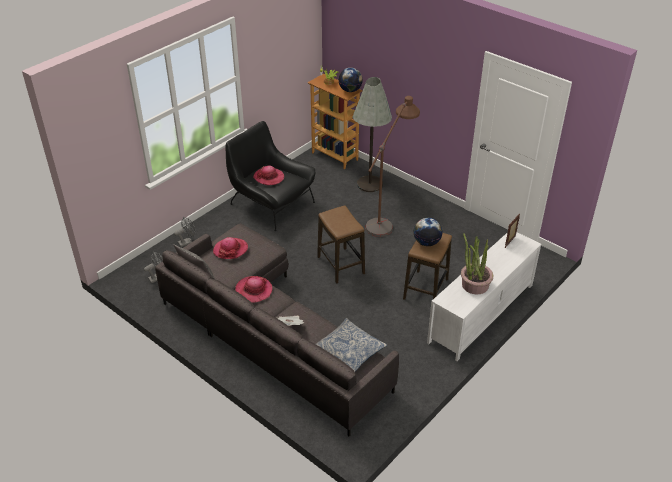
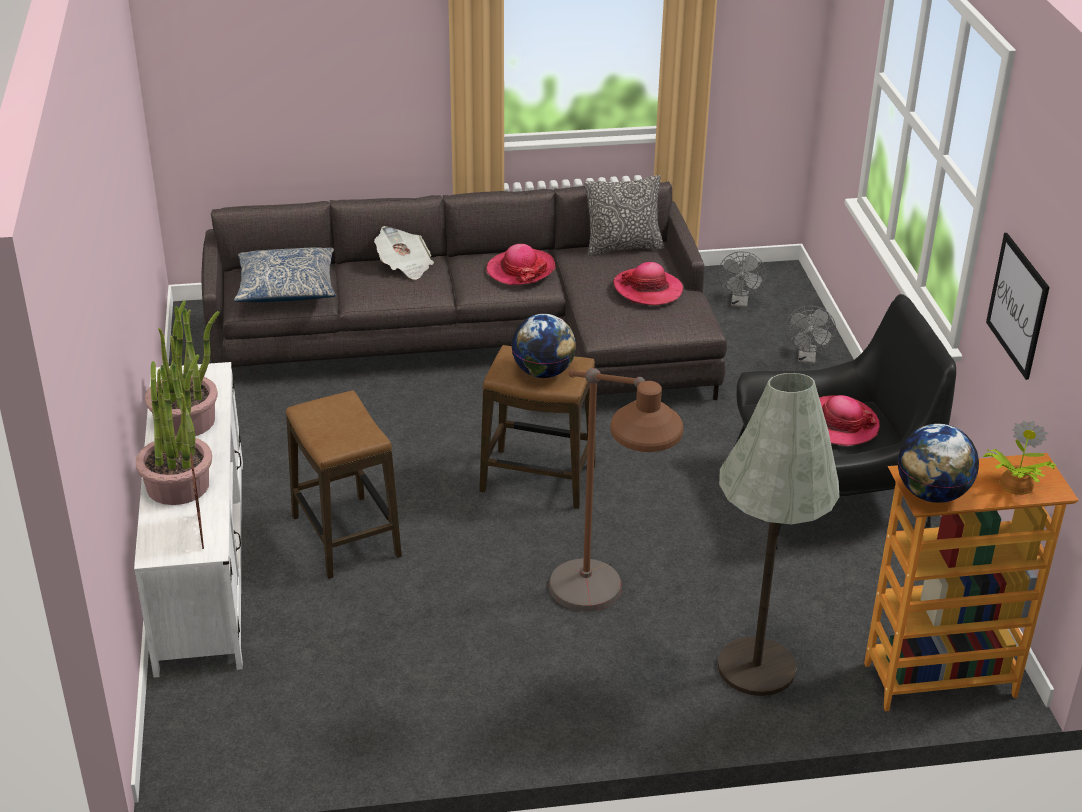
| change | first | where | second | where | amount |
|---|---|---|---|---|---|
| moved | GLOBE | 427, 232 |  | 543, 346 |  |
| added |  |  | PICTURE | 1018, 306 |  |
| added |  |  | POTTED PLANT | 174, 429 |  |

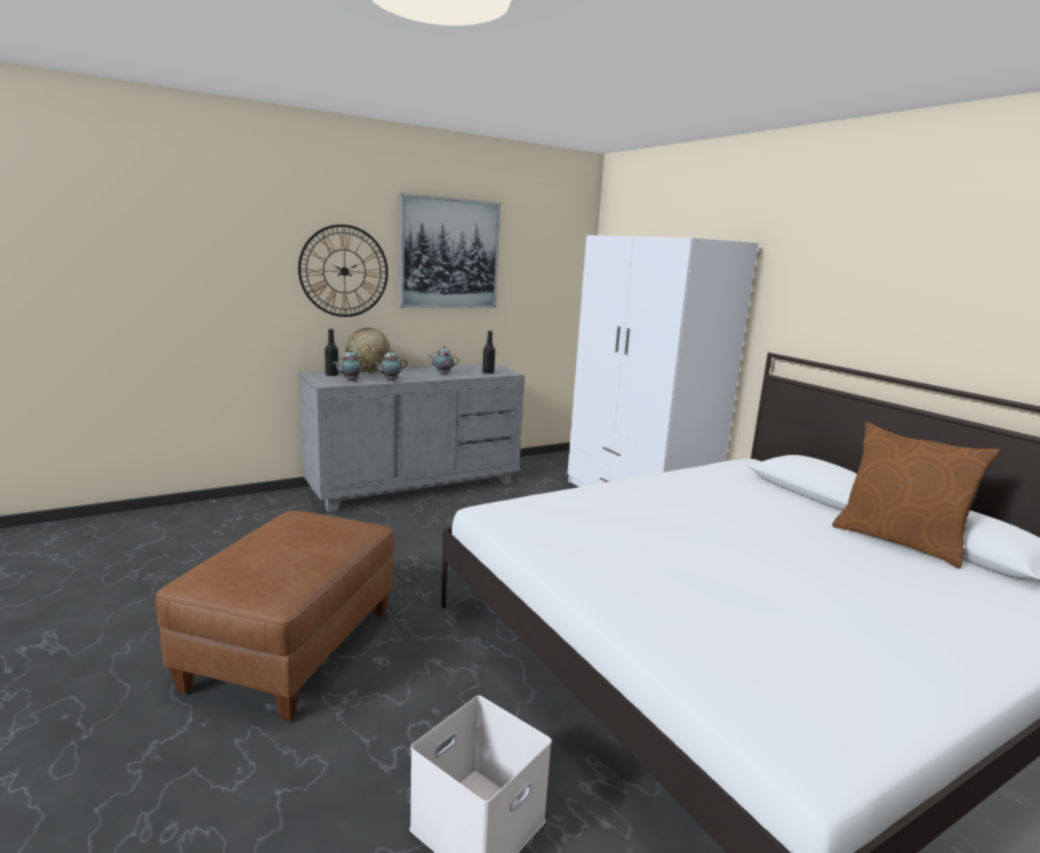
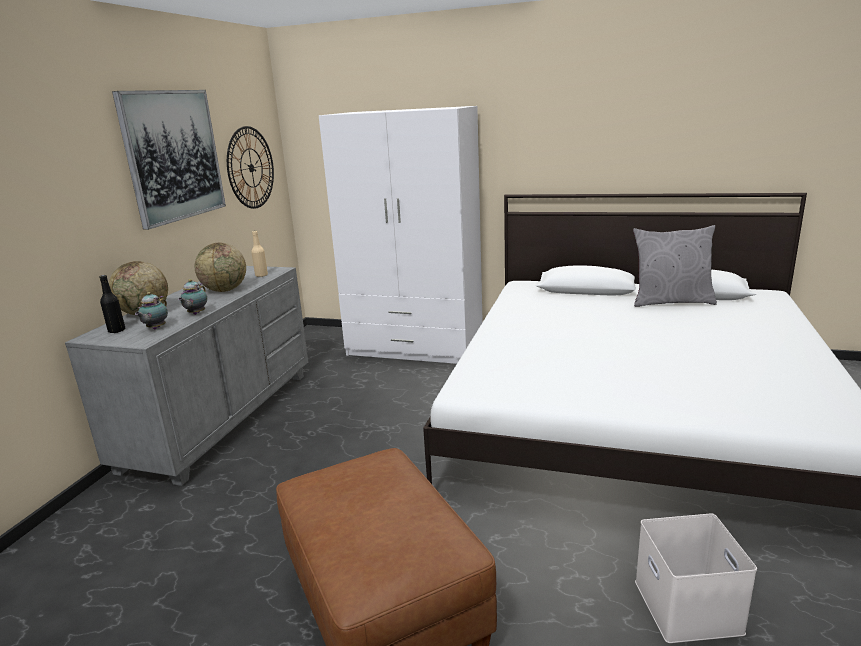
| change | first | where | second | where | amount |
|---|---|---|---|---|---|
| moved | HANGING CLOCK | 343, 270 |  | 250, 167 |  |
| recoloured | BLACK-COLOURED BOTTLE | 489, 352 | SAND-COLOURED BOTTLE | 259, 254 |  |
| replaced | POT FOR TEA | 443, 360 | GLOBE | 220, 267 |  |
| recoloured | BROWN-COLOURED THROW PILLOW | 916, 495 | GREYISH THROW PILLOW | 675, 266 |  |

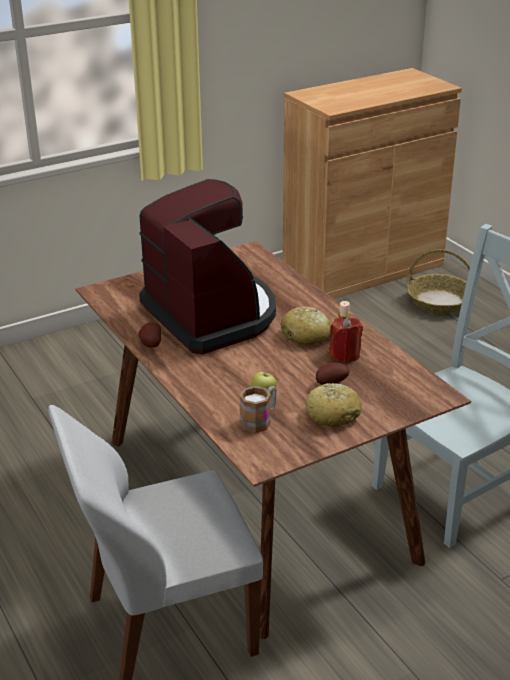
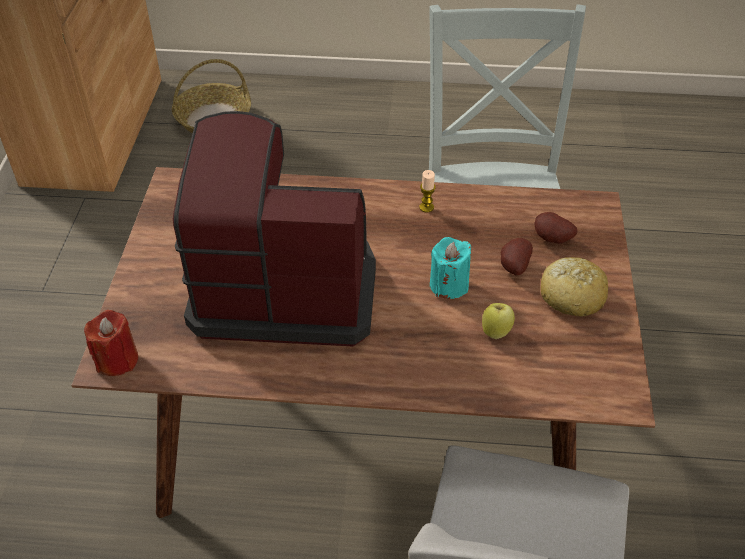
| change | first | where | second | where | amount |
|---|---|---|---|---|---|
| removed | BREAD | 305, 326 |  |  |  |
| moved | RED-COLOURED CANDLE | 346, 340 |  | 111, 343 |  |
| moved | SPUD | 149, 335 |  | 556, 228 |  |
| removed | MUG | 258, 409 |  |  |  |
| added |  |  | TURQUOISE-COLOURED CANDLE | 450, 268 |  |

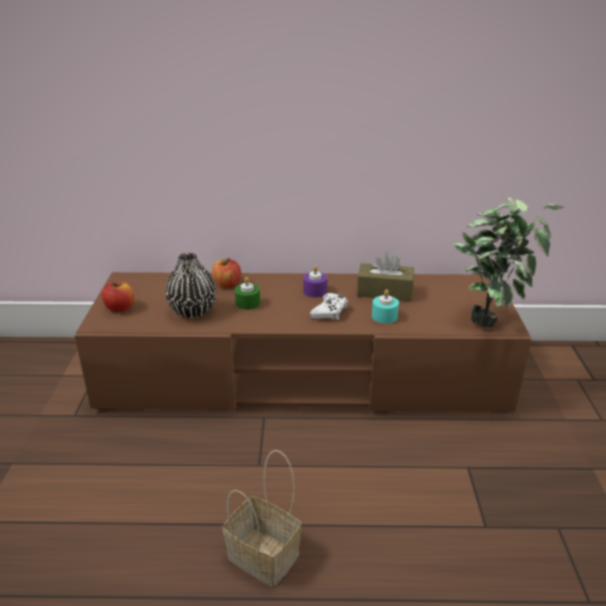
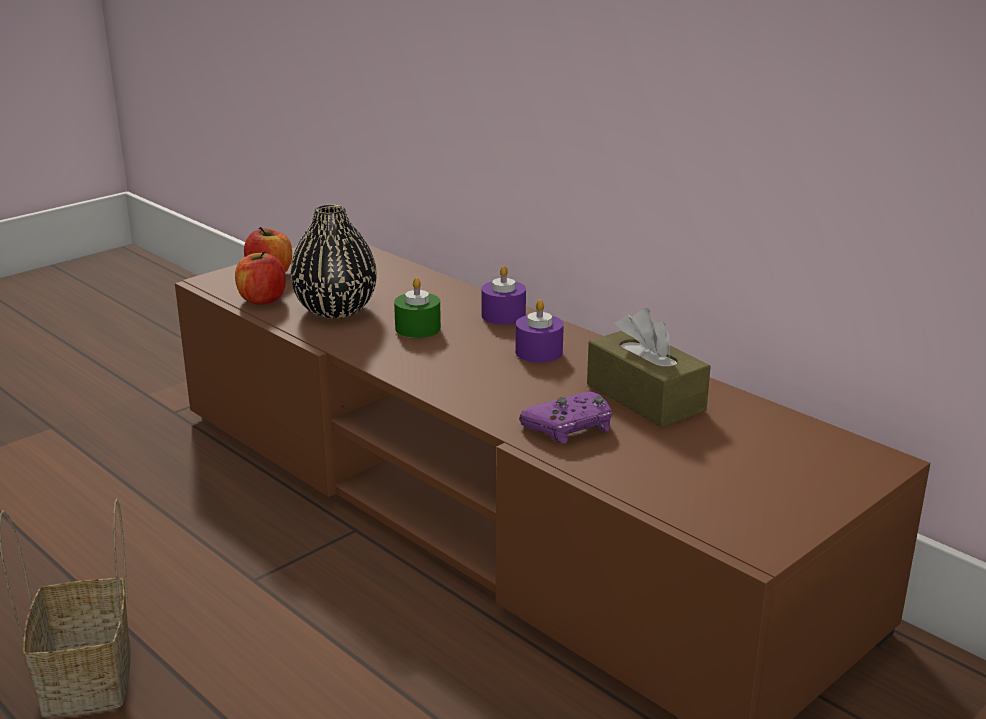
| change | first | where | second | where | amount |
|---|---|---|---|---|---|
| removed | POTTED PLANT | 509, 262 |  |  |  |
| moved | APPLE FRUIT | 226, 273 |  | 260, 278 |  |
| replaced | TURQUOISE-COLOURED CANDLE | 385, 306 | PURPLE GAME CONTROLLER | 565, 417 |  |
| removed | WHITE-COLOURED GAME CONTROLLER | 329, 306 |  |  |  |
| added |  |  | PURPLE CANDLE | 503, 295 |  |

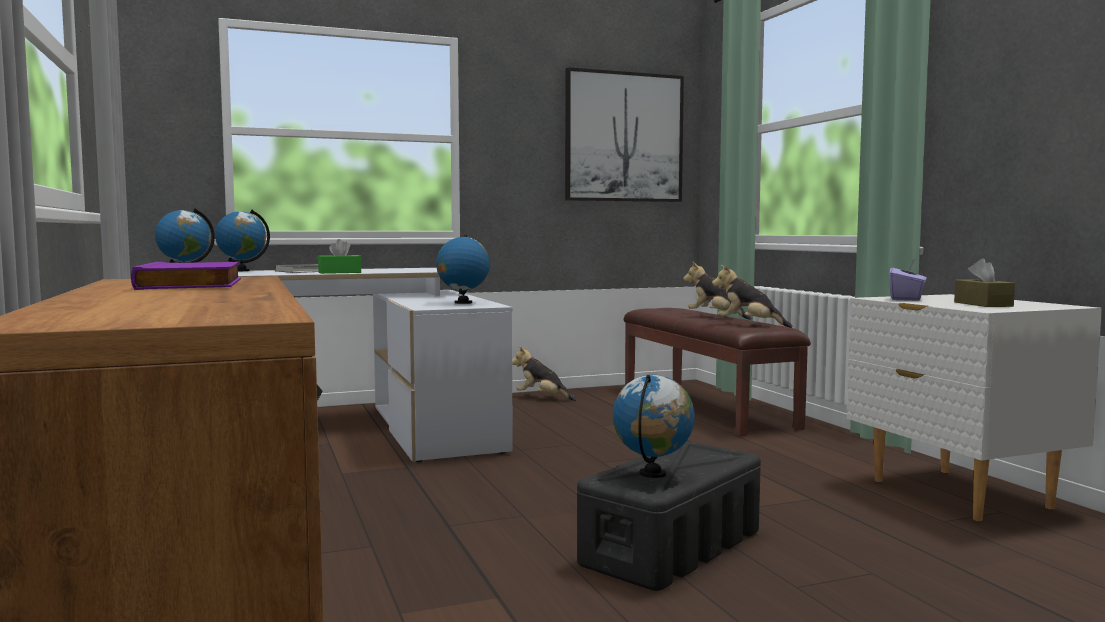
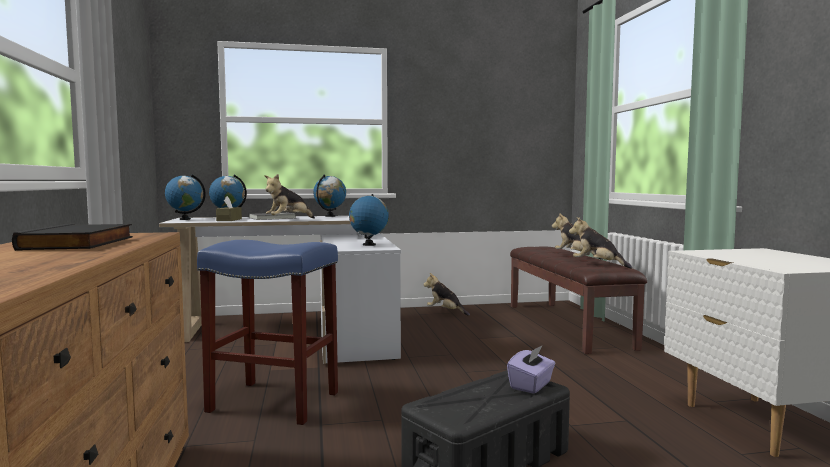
| change | first | where | second | where | amount |
|---|---|---|---|---|---|
| removed | PICTURE | 624, 134 |  |  |  |
| replaced | GREENISH TISSUE HOLDER | 339, 256 | PLUSH TOY | 289, 196 |  |
| moved | BROWN-COLOURED TISSUE HOLDER | 984, 282 |  | 229, 208 |  |
| moved | PURPLE TISSUE HOLDER | 908, 280 |  | 531, 370 |  |
| recoloured | PURPLE BOUND BOOK | 186, 276 | BLACK-COLOURED BOUND BOOK | 72, 237 |  |
| moved | GLOBE | 654, 426 |  | 329, 195 |  |
| added |  |  | BLUISH STOOL | 267, 332 |  |

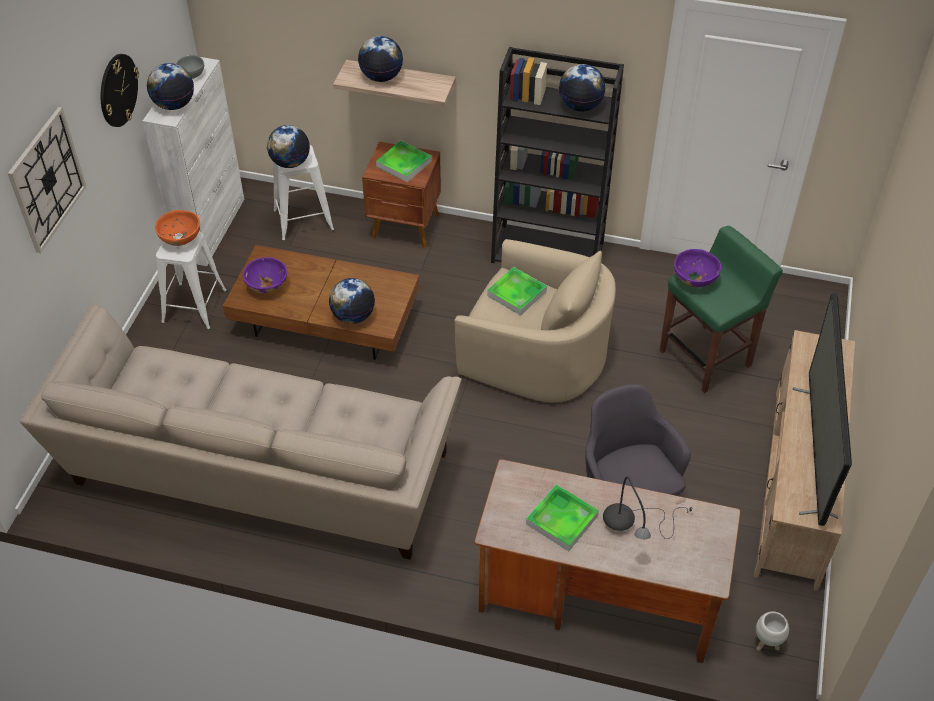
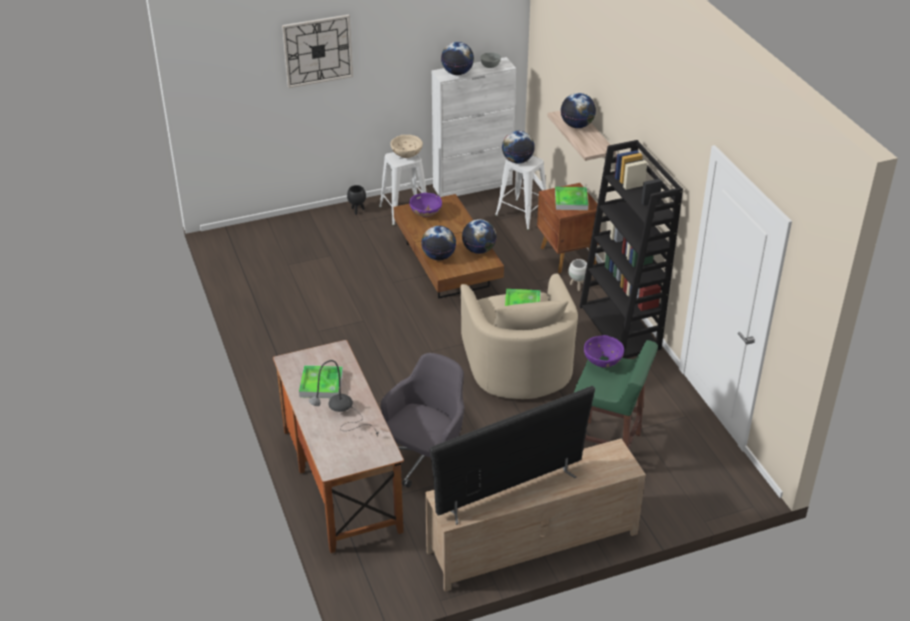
| change | first | where | second | where | amount |
|---|---|---|---|---|---|
| removed | HANGING CLOCK | 120, 90 |  |  |  |
| moved | GLOBE | 582, 88 |  | 479, 236 |  |
| recoloured | ORANGE-COLOURED BOWL | 177, 228 | SAND-COLOURED BOWL | 407, 146 |  |
| removed | SAND-COLOURED SETTEE | 241, 432 |  |  |  |
| moved | WHITE-COLOURED PLANT POT | 772, 631 |  | 577, 275 |  |
| added |  |  | BLACK-COLOURED PLANT POT | 356, 200 |  |

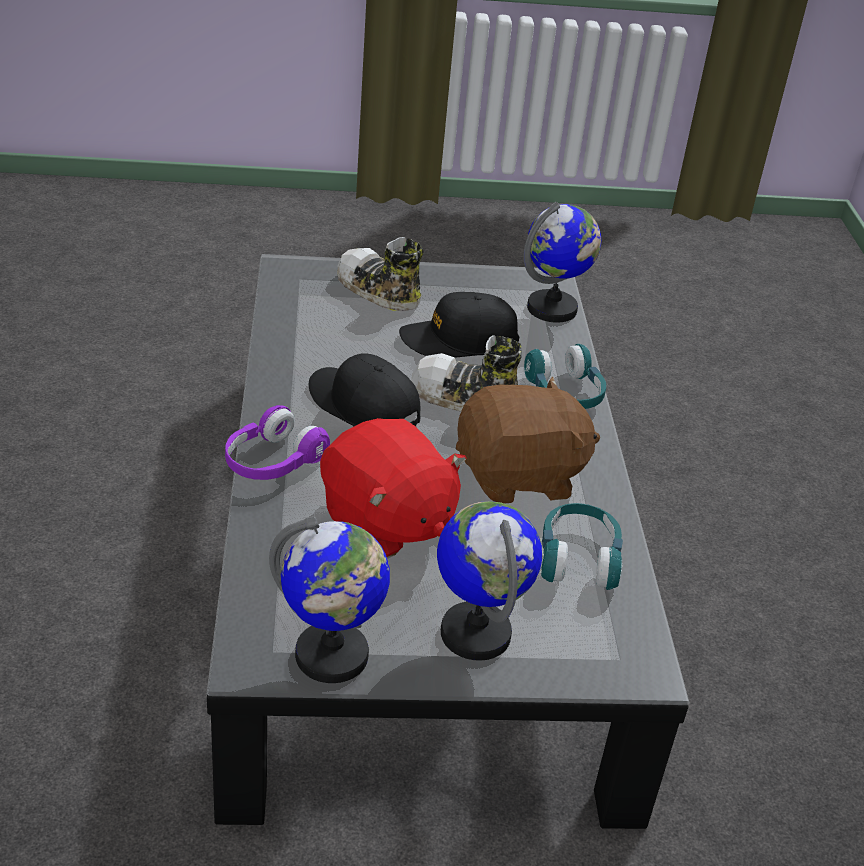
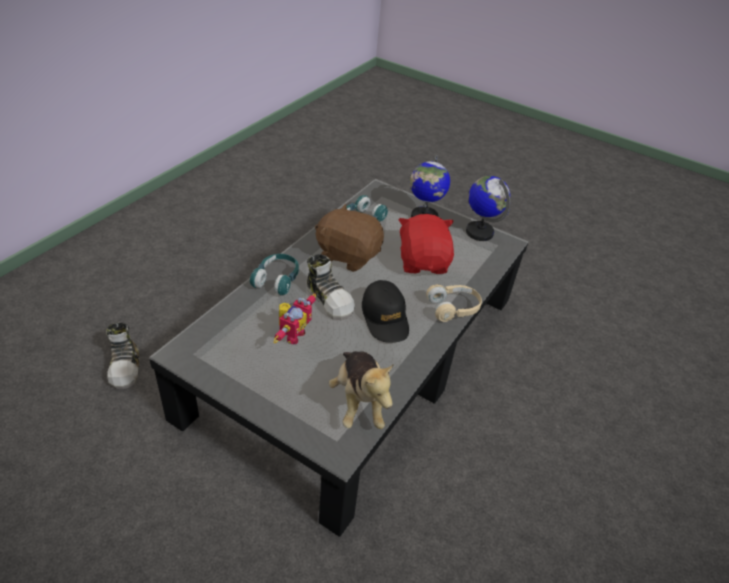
| change | first | where | second | where | amount |
|---|---|---|---|---|---|
| removed | GLOBE | 562, 262 |  |  |  |
| moved | LOW SHOE | 380, 274 |  | 122, 355 |  |
| replaced | BLACK-COLOURED BASEBALL CAP | 459, 325 | TOY ROBOT | 295, 319 |  |
| recoloured | PURPLE HEADSET | 277, 442 | SAND-COLOURED HEADSET | 454, 303 |  |
| added |  |  | PLUSH TOY | 361, 390 |  |

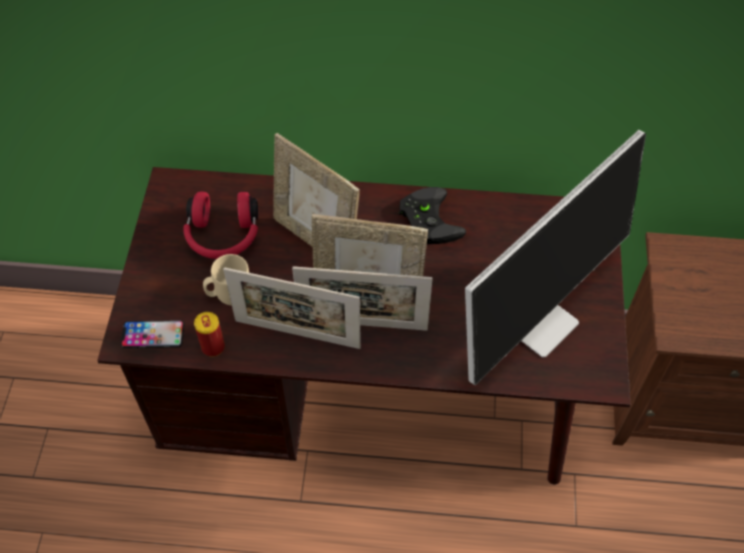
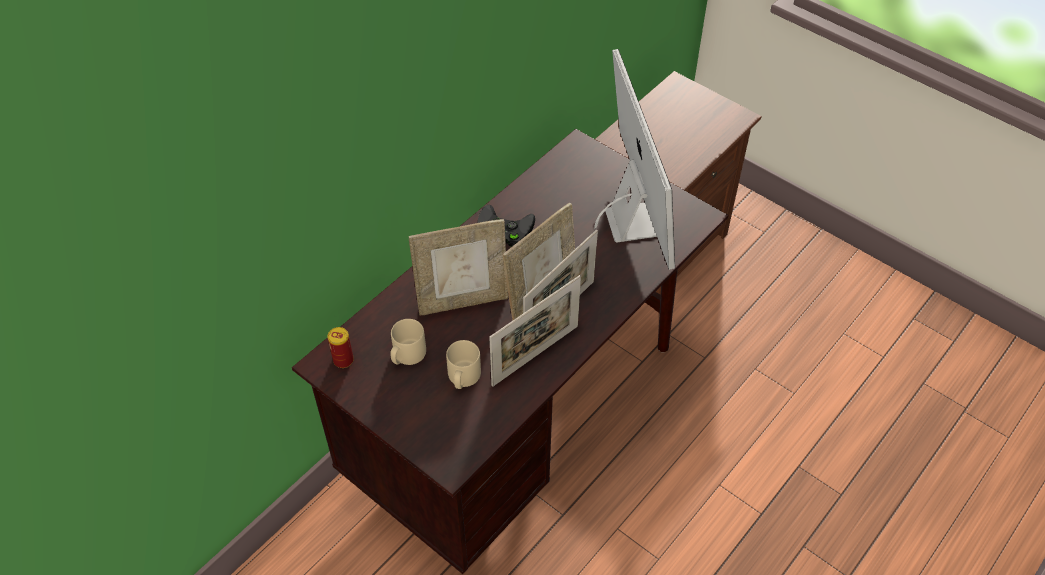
| change | first | where | second | where | amount |
|---|---|---|---|---|---|
| replaced | RED-COLOURED HEADSET | 221, 225 | SAND-COLOURED MUG | 408, 342 |  |
| moved | METAL CAN | 209, 334 |  | 340, 347 |  |
| removed | TELEPHONE | 153, 334 |  |  |  |

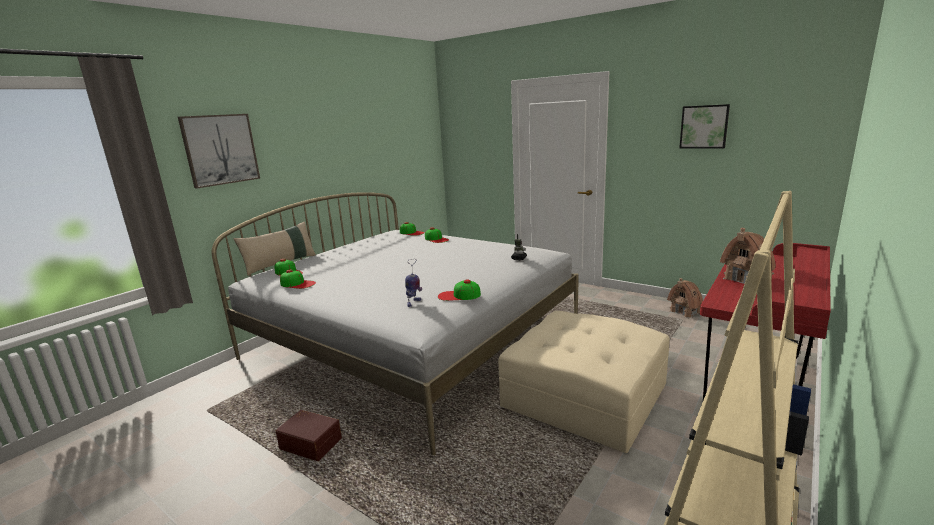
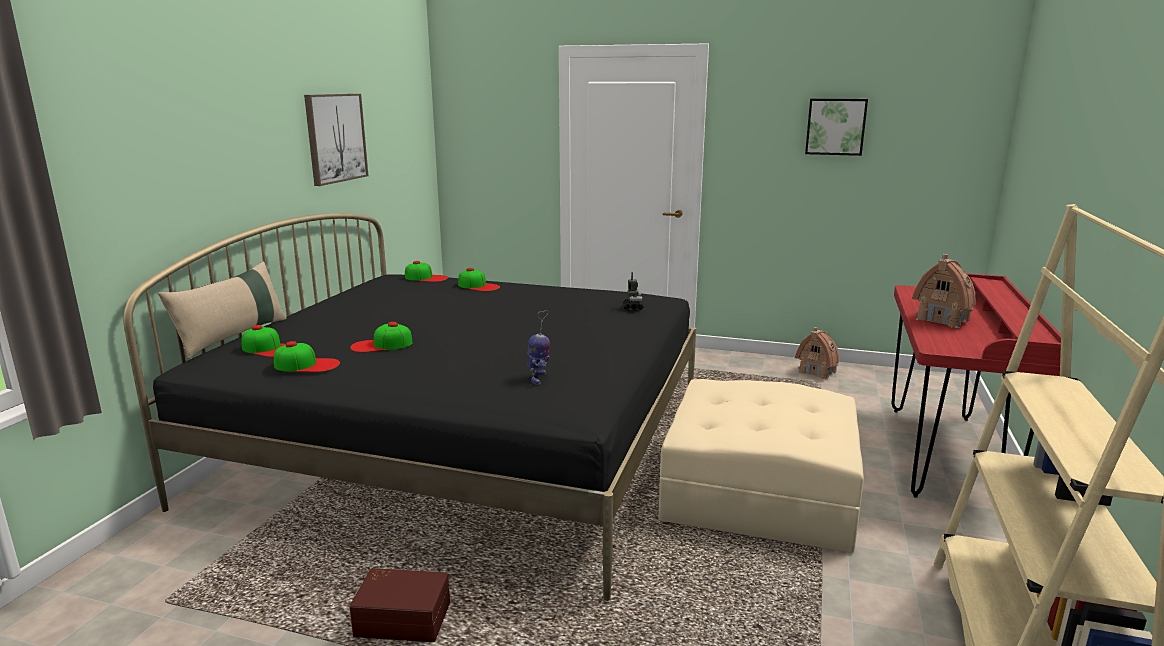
| change | first | where | second | where | amount |
|---|---|---|---|---|---|
| moved | PICTURE | 219, 151 |  | 336, 140 |  |
| recoloured | WHITE-COLOURED BED | 395, 323 | BLACK-COLOURED BED | 409, 407 |  |
| moved | BASEBALL CAP | 459, 290 |  | 381, 337 |  |

